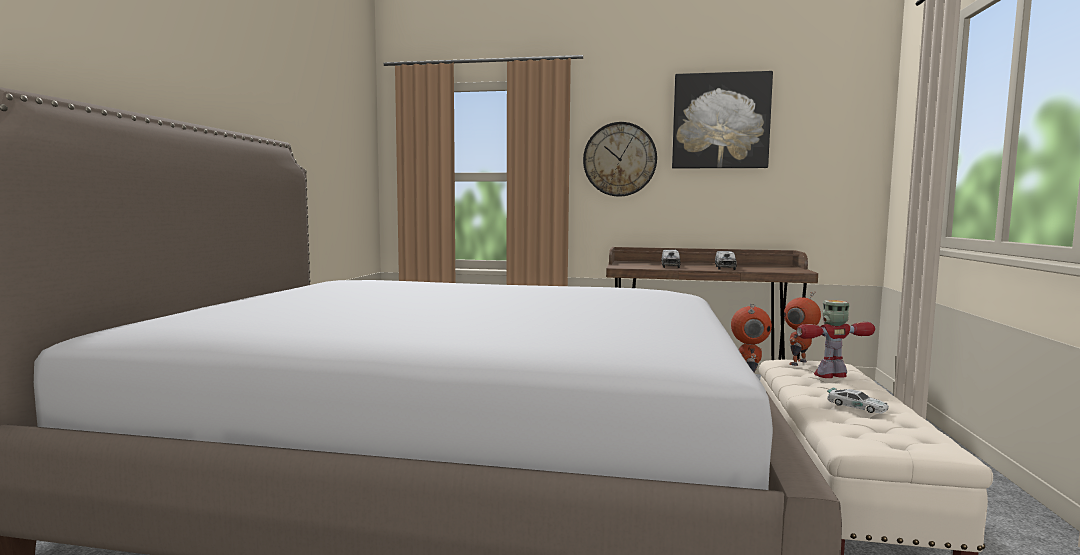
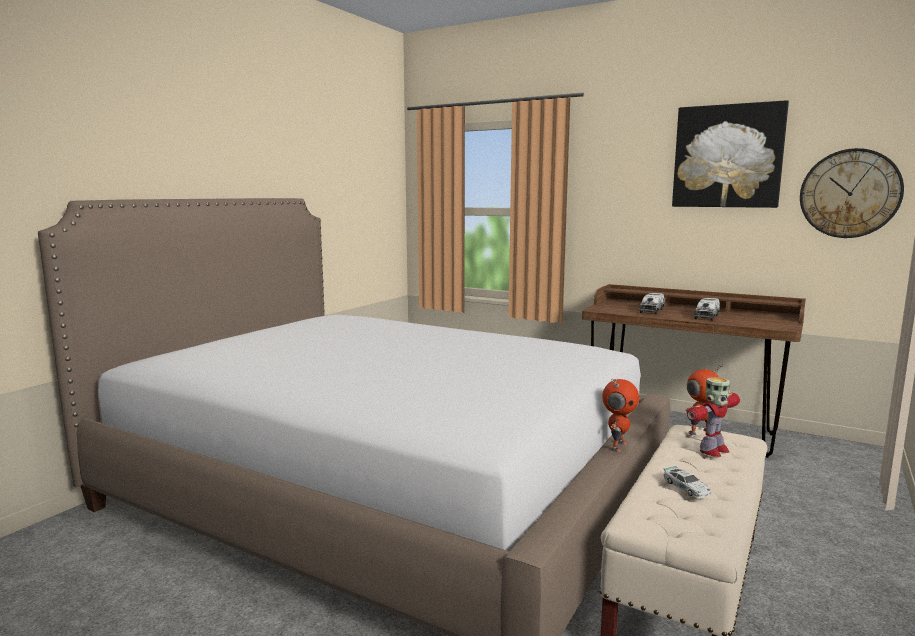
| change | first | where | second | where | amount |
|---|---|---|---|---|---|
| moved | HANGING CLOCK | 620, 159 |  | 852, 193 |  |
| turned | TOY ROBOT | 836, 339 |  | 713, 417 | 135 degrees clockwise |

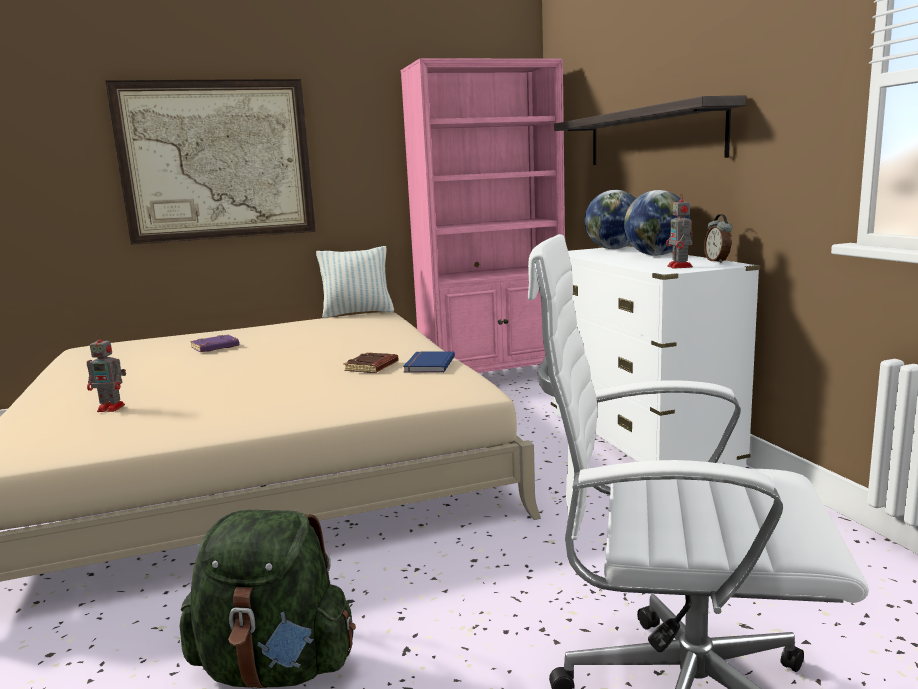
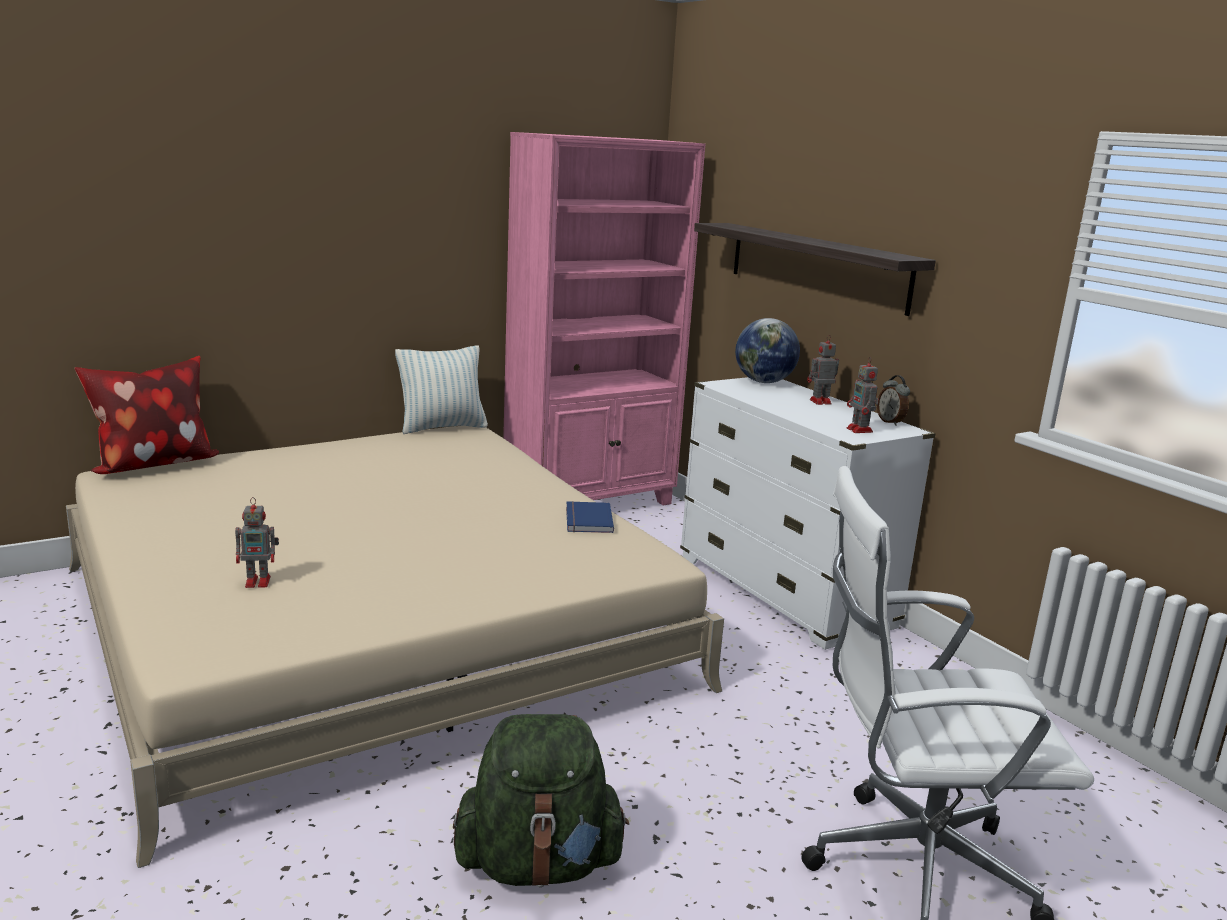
| change | first | where | second | where | amount |
|---|---|---|---|---|---|
| removed | PICTURE | 210, 162 |  |  |  |
| replaced | GLOBE | 657, 223 | TOY ROBOT | 823, 370 |  |
| removed | PURPLE BOUND BOOK | 214, 343 |  |  |  |
| removed | BROWN-COLOURED BOUND BOOK | 371, 362 |  |  |  |
| added |  |  | THROW PILLOW | 147, 415 |  |

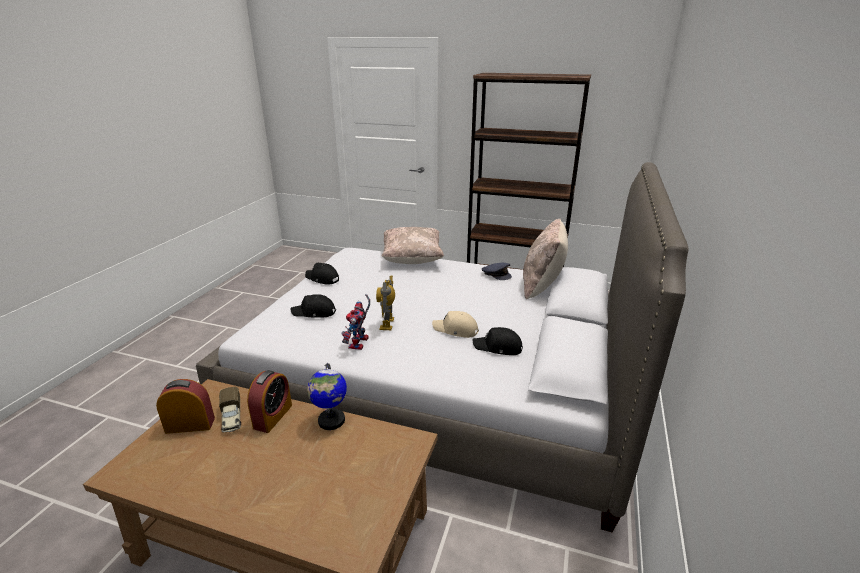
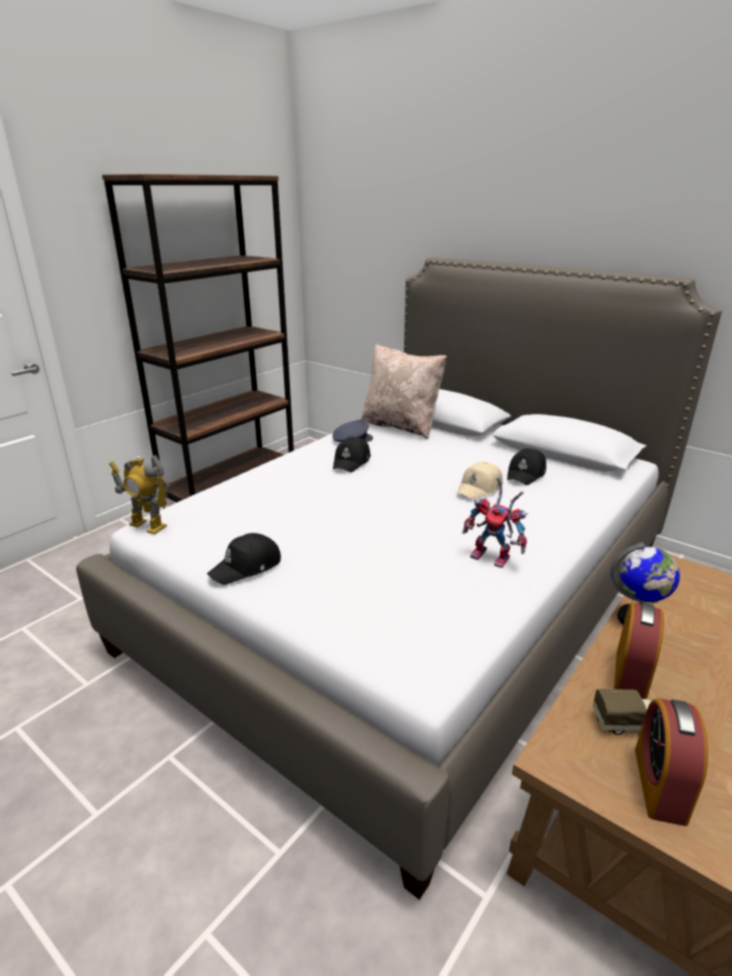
| change | first | where | second | where | amount |
|---|---|---|---|---|---|
| removed | SAND-COLOURED THROW PILLOW | 413, 245 |  |  |  |
| moved | TOY ROBOT | 385, 303 |  | 139, 494 |  |
| moved | BLACK-COLOURED BASEBALL CAP | 313, 306 |  | 352, 454 |  |
| turned | ALARM CLOCK | 269, 401 |  | 639, 650 | 75 degrees clockwise |

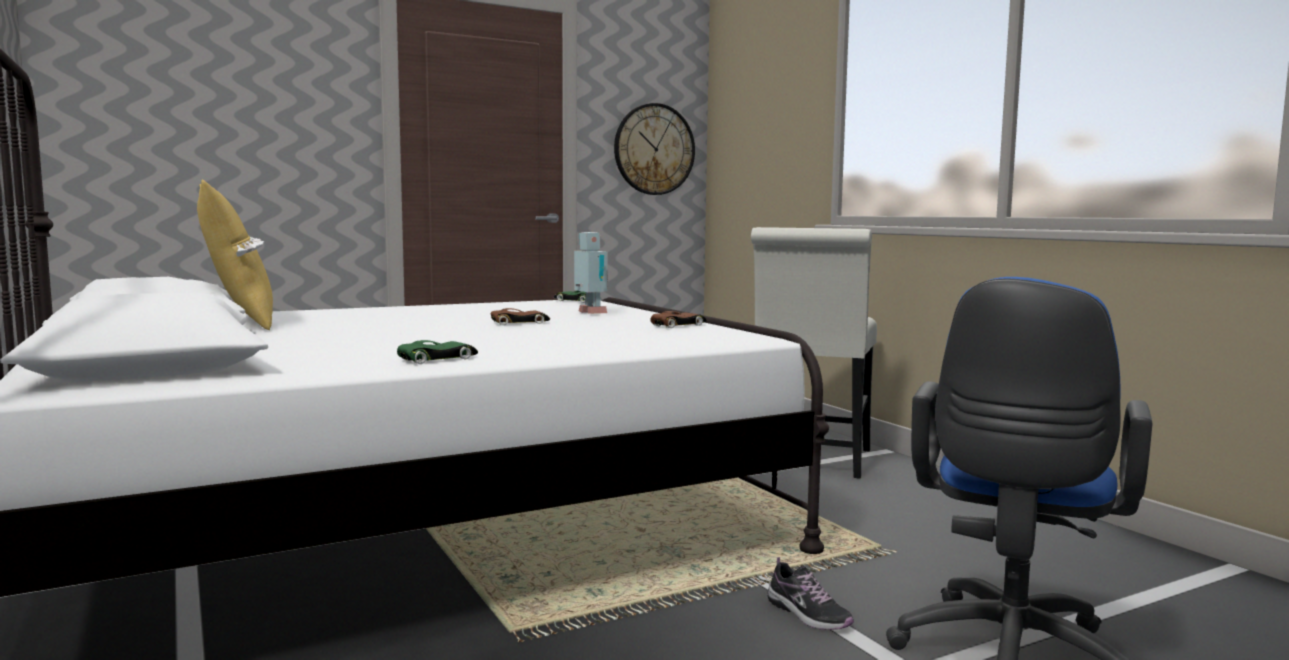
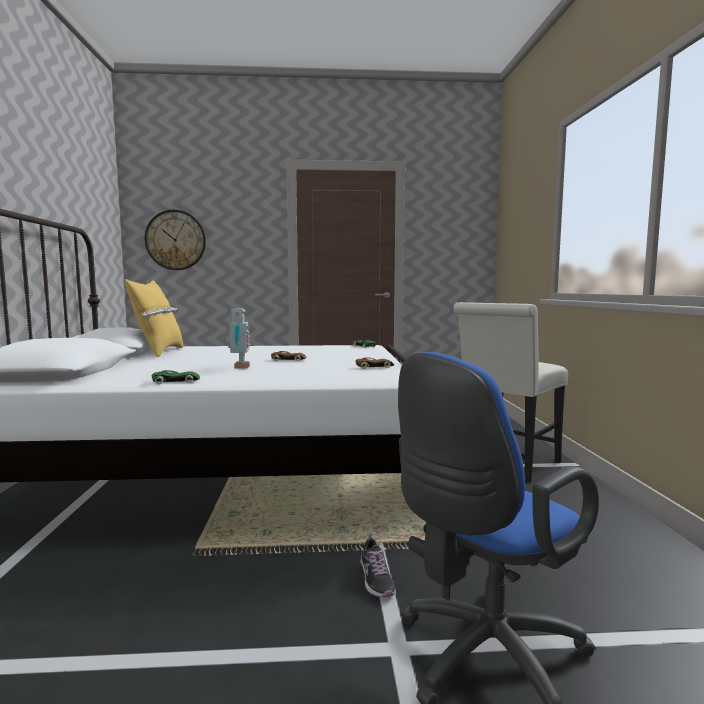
| change | first | where | second | where | amount |
|---|---|---|---|---|---|
| moved | HANGING CLOCK | 654, 149 |  | 175, 240 |  |
| moved | TOY ROBOT | 591, 273 |  | 239, 338 |  |

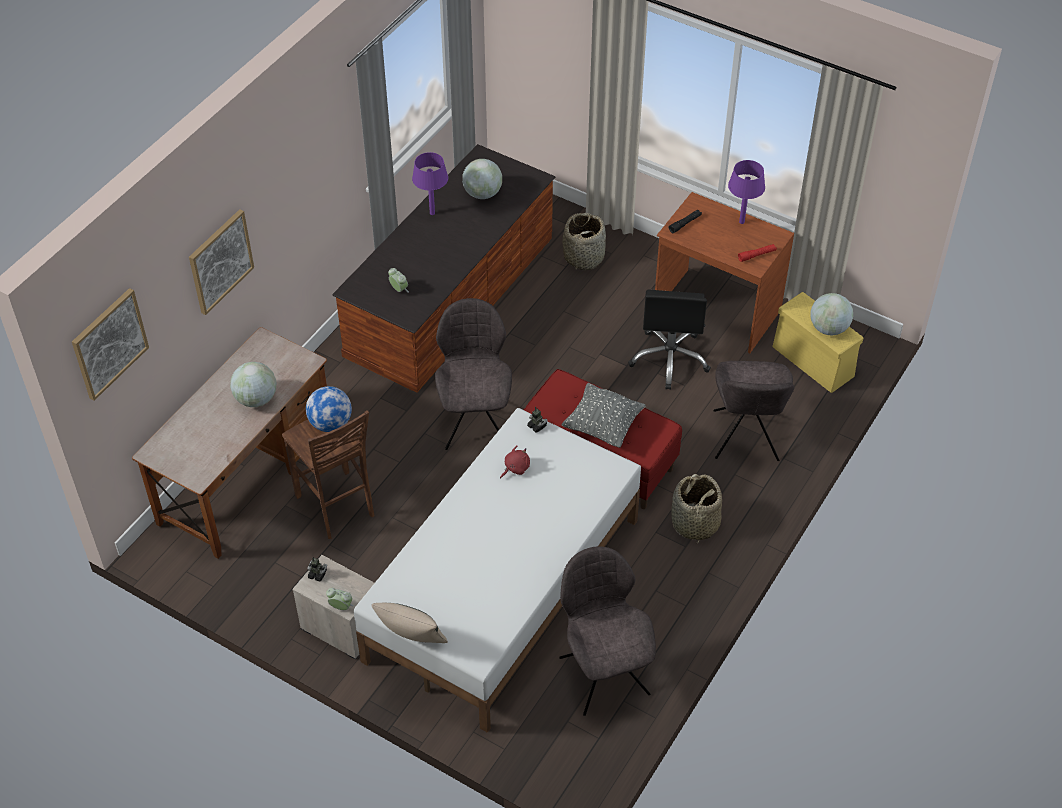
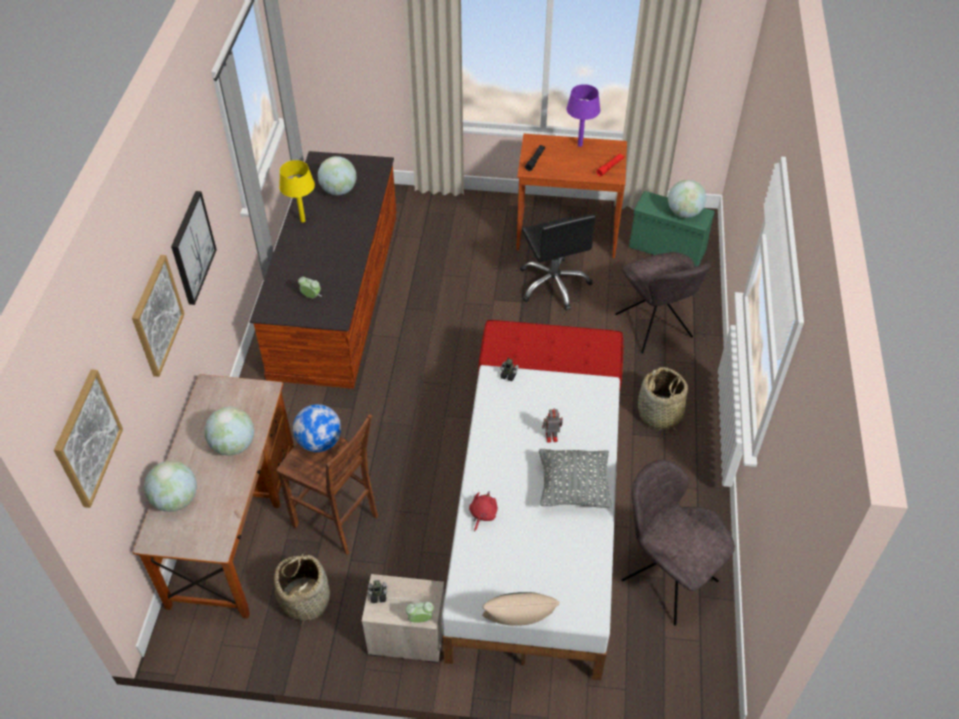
| change | first | where | second | where | amount |
|---|---|---|---|---|---|
| recoloured | PURPLE TABLE LAMP | 430, 183 | YELLOW-COLOURED TABLE LAMP | 297, 191 |  |
| moved | HOUSEHOLD BASKET | 584, 241 |  | 302, 587 |  |
| recoloured | YELLOW-COLOURED STORAGE CONTAINER | 818, 342 | GREENISH STORAGE CONTAINER | 672, 229 |  |
| removed | GREYISH CHAIR | 473, 374 |  |  |  |
| moved | GREYISH THROW PILLOW | 604, 415 |  | 575, 478 |  |
| moved | RED-COLOURED PLUSH TOY | 515, 462 |  | 483, 512 |  |
| added |  |  | PICTURE | 194, 248 |  |
| added |  |  | TOY ROBOT | 552, 425 |  |
| added |  |  | GLOBE | 170, 486 |  |

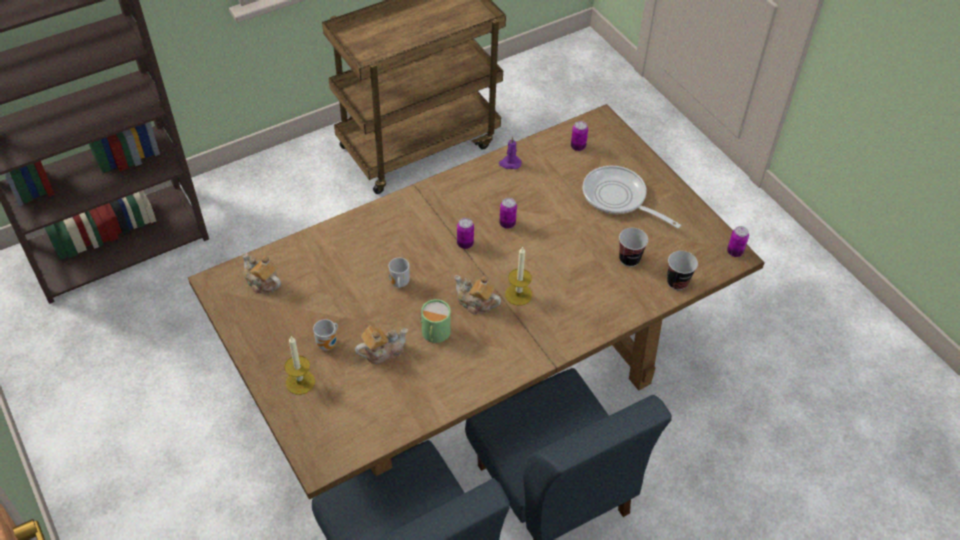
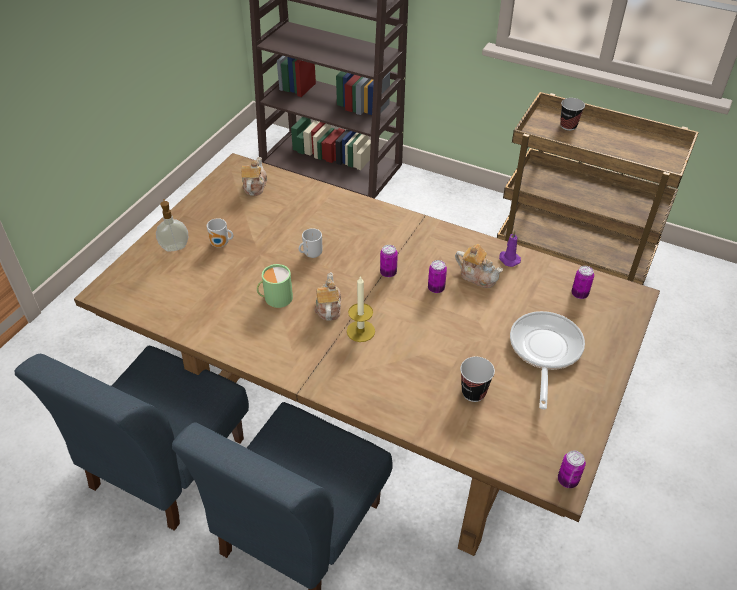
| change | first | where | second | where | amount |
|---|---|---|---|---|---|
| moved | CUP | 682, 270 |  | 572, 114 |  |
| moved | POT FOR TEA | 381, 345 |  | 479, 266 |  |
| replaced | CANDLE | 299, 365 | SOAP BOTTLE | 172, 225 |  |

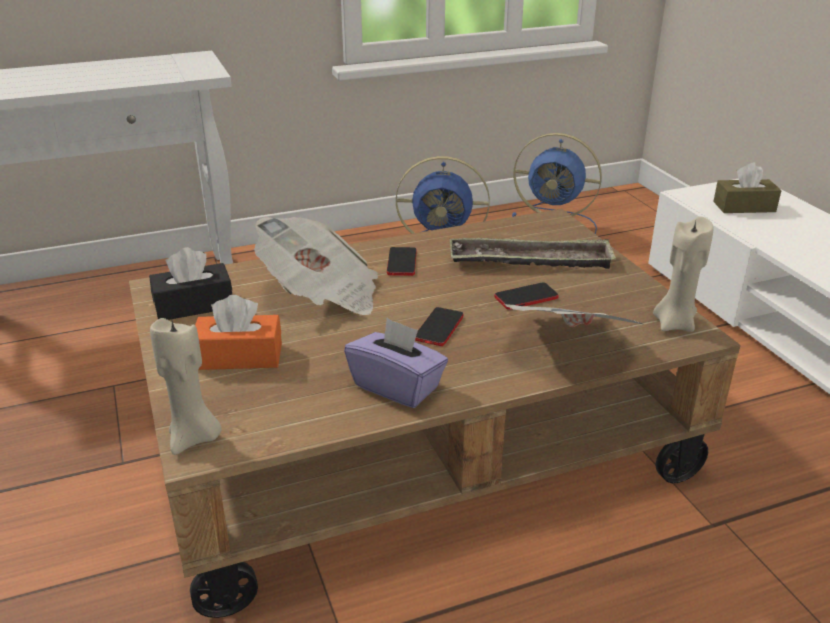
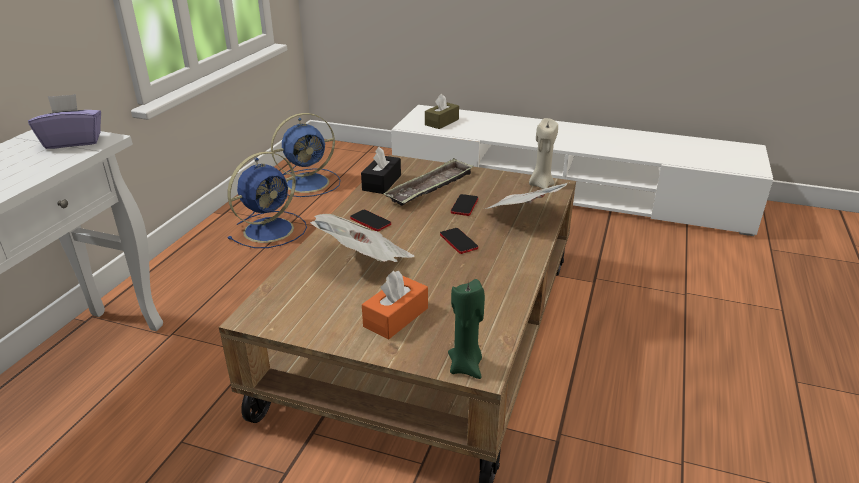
| change | first | where | second | where | amount |
|---|---|---|---|---|---|
| moved | BLACK-COLOURED TISSUE HOLDER | 190, 283 |  | 381, 170 |  |
| recoloured | SAND-COLOURED CANDLE | 186, 386 | GREENISH CANDLE | 466, 329 |  |
| moved | PURPLE TISSUE HOLDER | 396, 363 |  | 64, 121 |  |

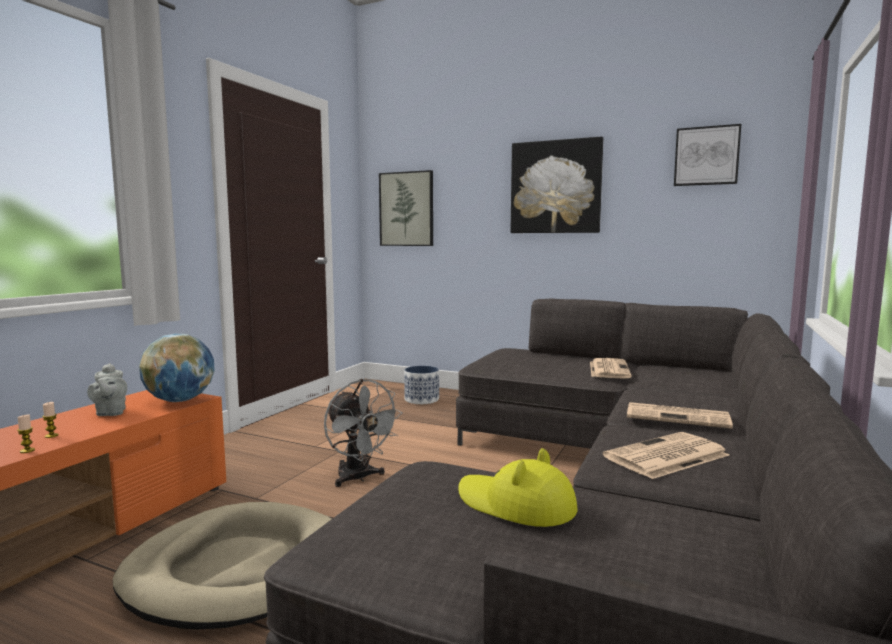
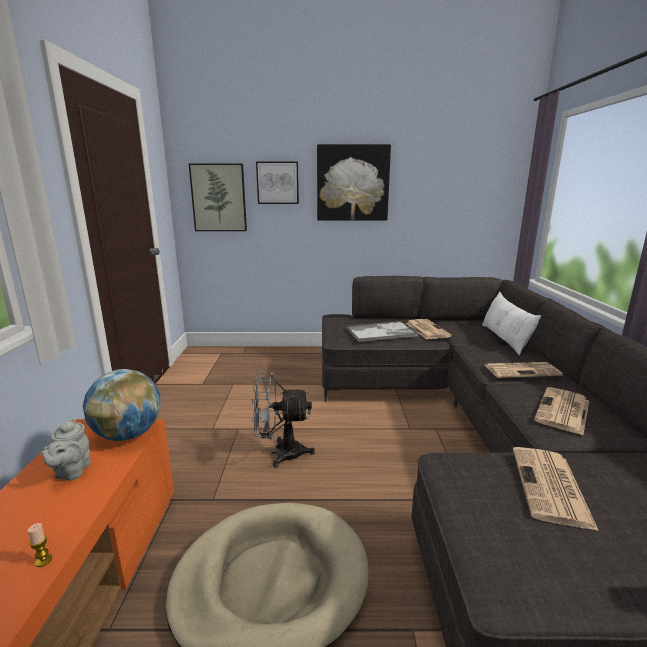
| change | first | where | second | where | amount |
|---|---|---|---|---|---|
| moved | PICTURE | 707, 155 |  | 277, 183 |  |
| turned | GREYISH POT FOR TEA | 107, 389 |  | 66, 449 | 45 degrees clockwise |
| removed | PLANT POT | 421, 385 |  |  |  |
| turned | GREYISH ELECTRIC FAN | 363, 433 |  | 283, 420 | 150 degrees clockwise |
| removed | CANDLE | 50, 420 |  |  |  |
| replaced | YELLOW-COLOURED WEARABLE HAT | 518, 487 | DAILY PAPER | 556, 489 |  |
| added |  |  | WHITE-COLOURED THROW PILLOW | 511, 323 |  |
| added |  |  | CARRYING TRAY | 382, 331 |  |

